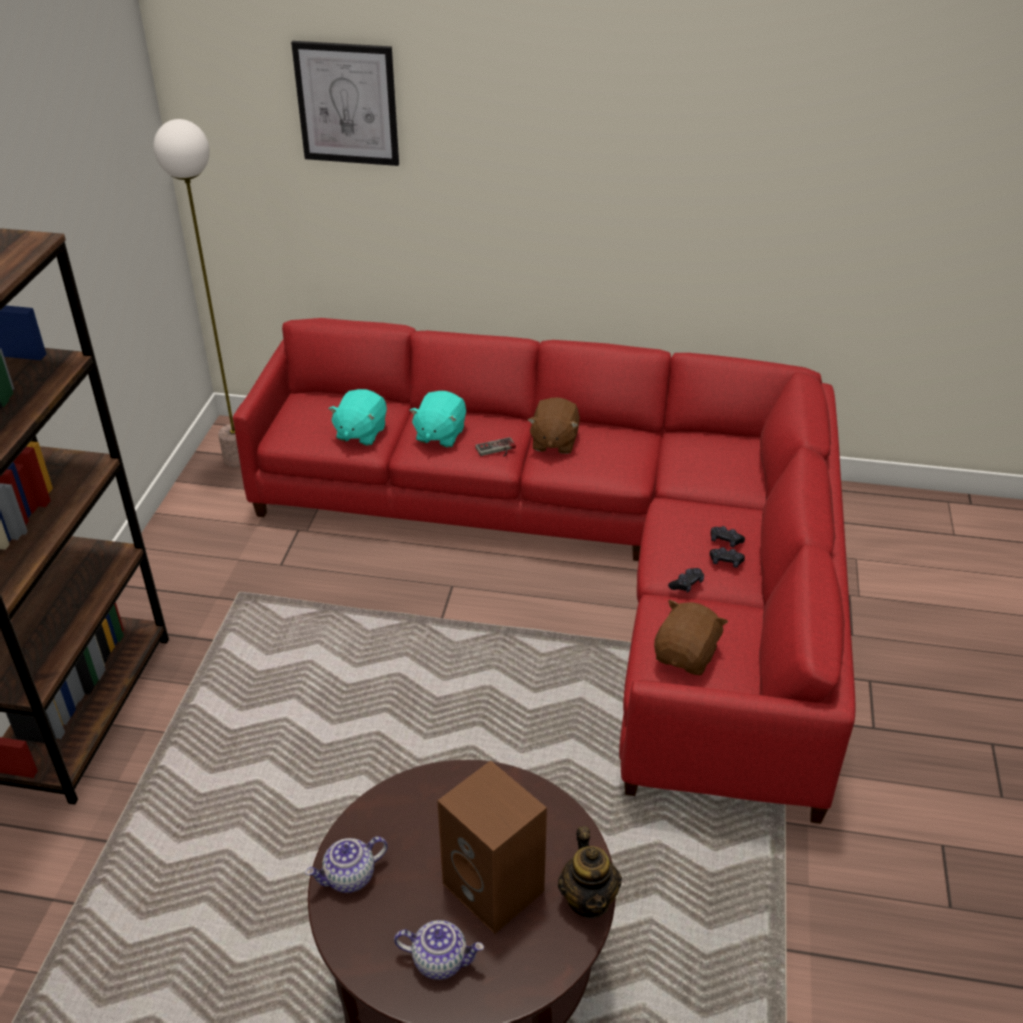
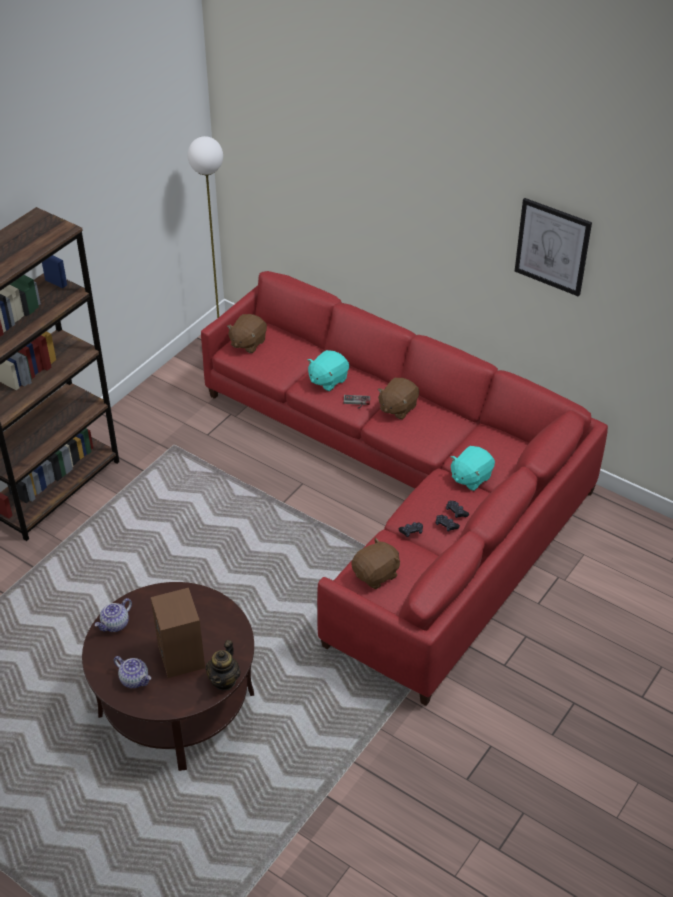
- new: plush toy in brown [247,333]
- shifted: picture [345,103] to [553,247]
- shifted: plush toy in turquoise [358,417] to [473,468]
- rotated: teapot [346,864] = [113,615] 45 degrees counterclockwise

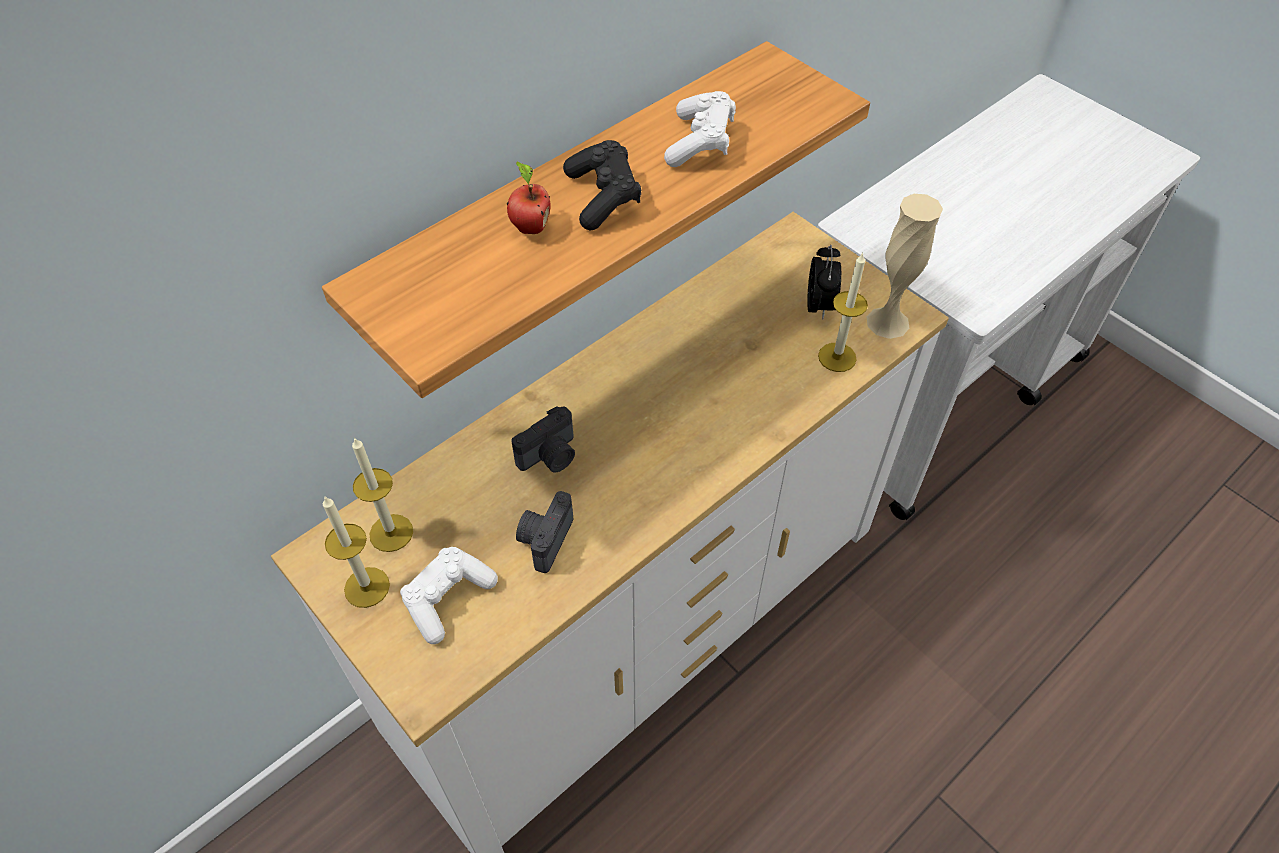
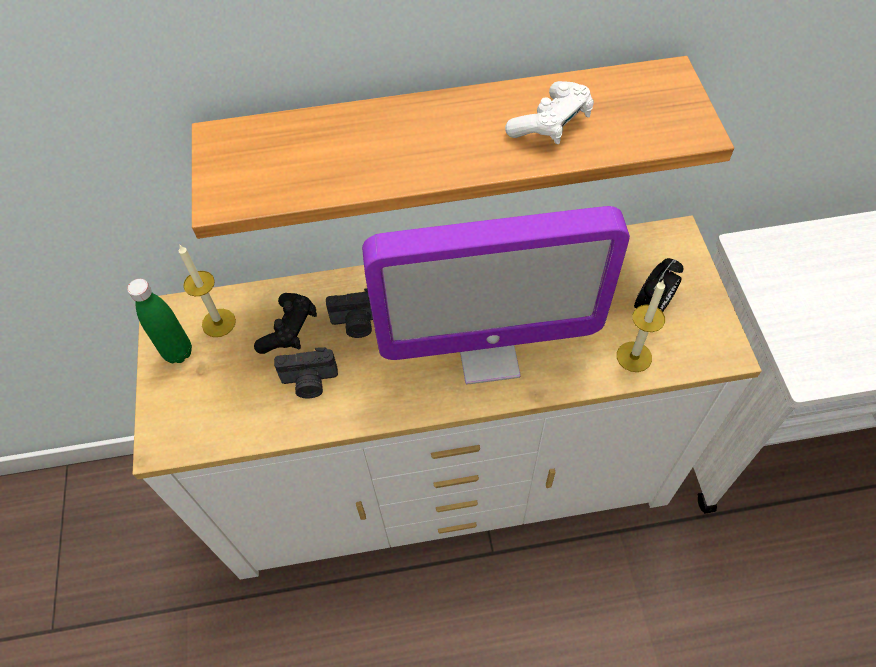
- gone: game controller in white [449,595]
- gone: apple [529,198]
- gone: vase in beige [905,266]
- new: monitor [496,295]
- shifted: game controller in black [602,185] to [285,323]
- swapped: candle [356,552] to bottle in green [159,321]
- rotated: photo camera [544,532] = [306,373] 150 degrees counterclockwise

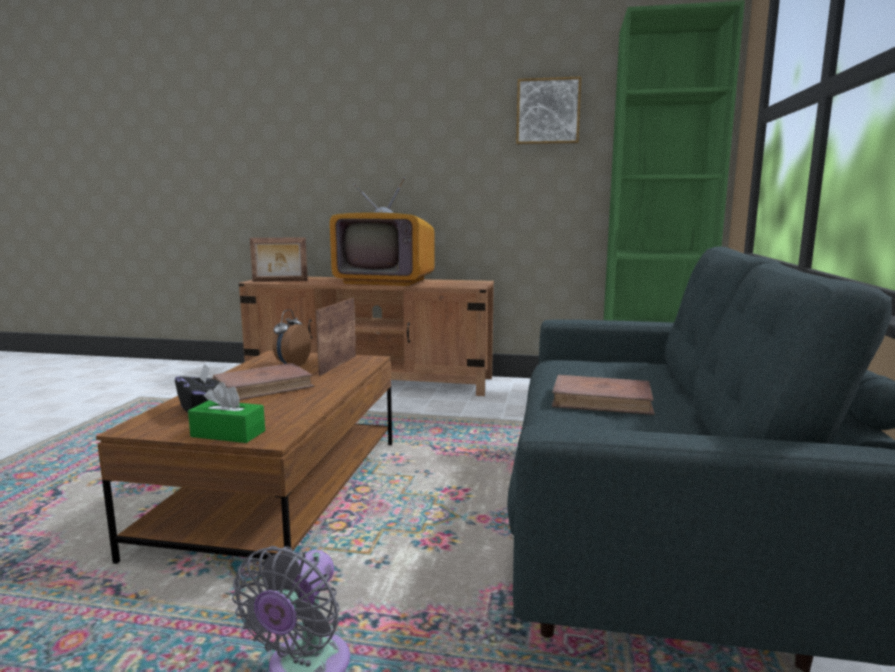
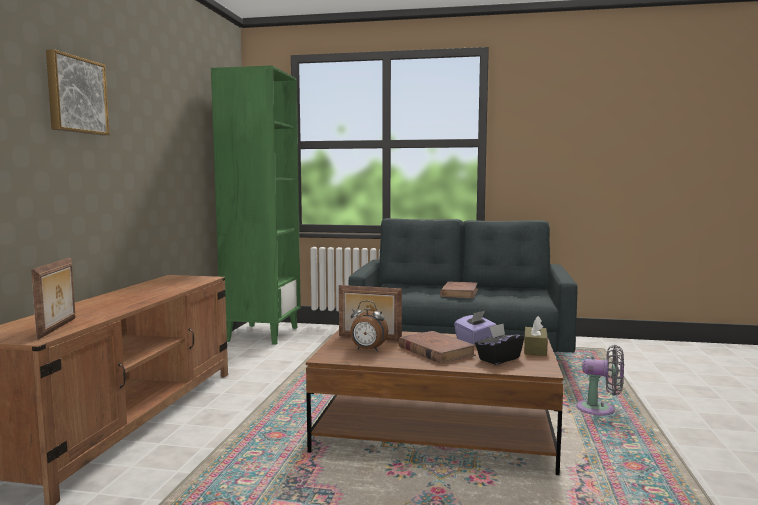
- gone: television [382,231]
- new: tissue box in purple [475,328]
- shifted: picture [548,110] to [77,92]
- repainted: tissue box in green [226,412] to tissue box in brown [536,336]

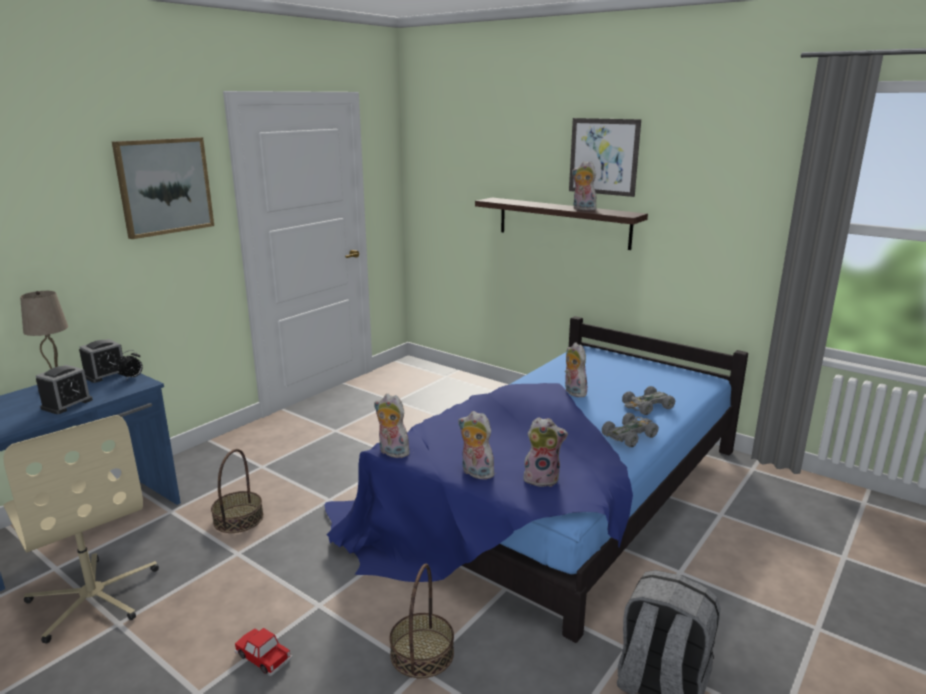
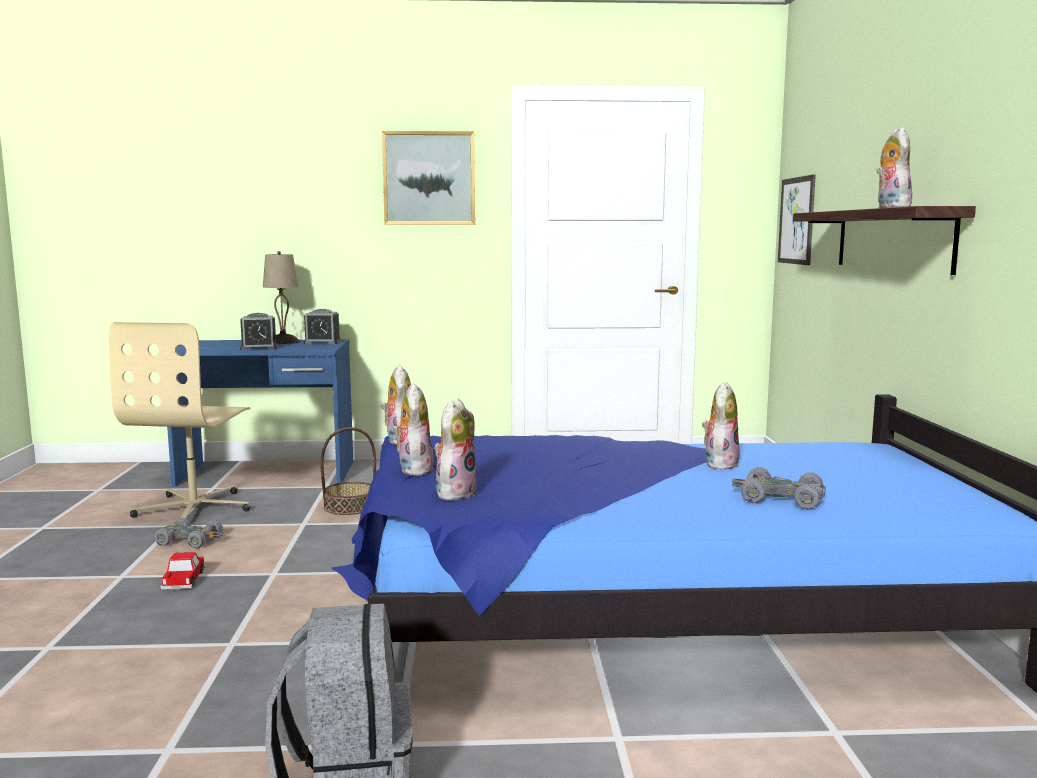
- gone: alarm clock [130,364]
- gone: basket [421,621]
- shifted: picture [605,157] to [797,220]
- shifted: toy car in grey [630,430] to [188,533]
- rotated: plush toy [545,452] = [456,450] 120 degrees counterclockwise

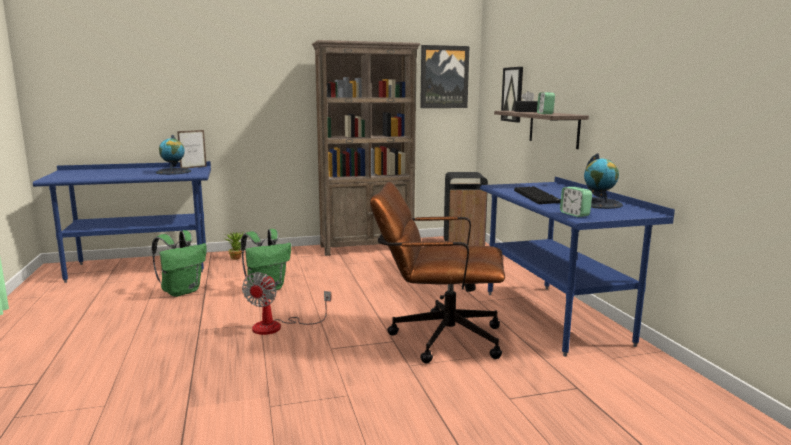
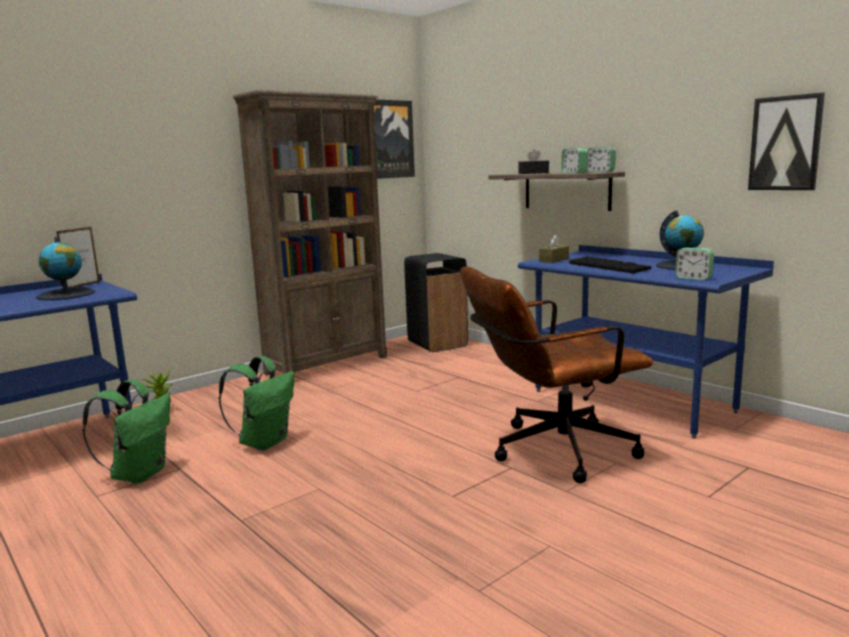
- gone: fan [286,303]
- new: tissue box in brown [554,248]
- new: alarm clock [601,160]
- shifted: picture [512,94] to [786,141]

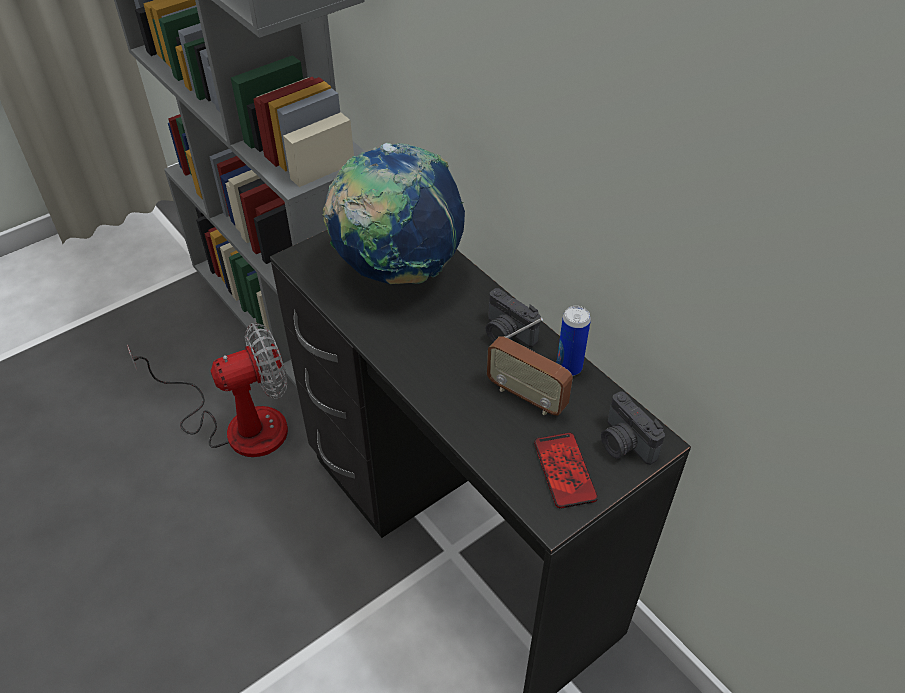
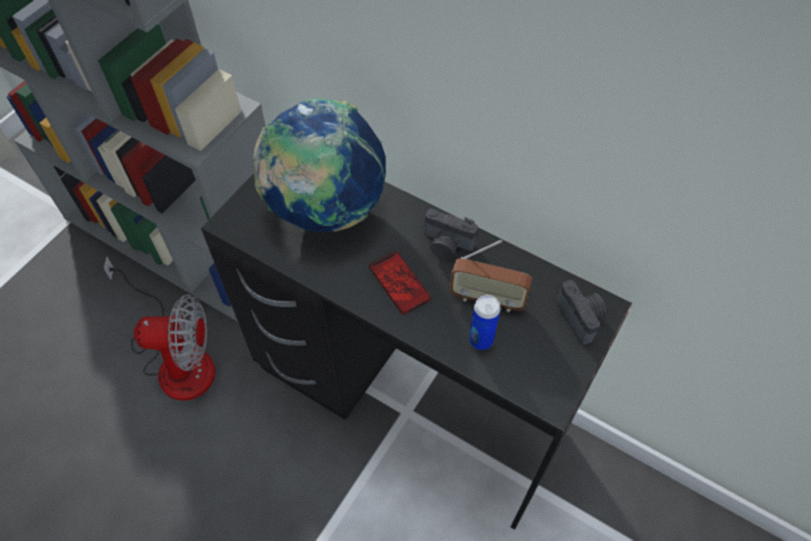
- shifted: phone [566,470] to [400,282]
- shifted: can [574,341] to [485,322]
- rotated: fan [207,390] = [159,328] 45 degrees clockwise
- rotated: photo camera [633,428] = [582,312] 150 degrees counterclockwise

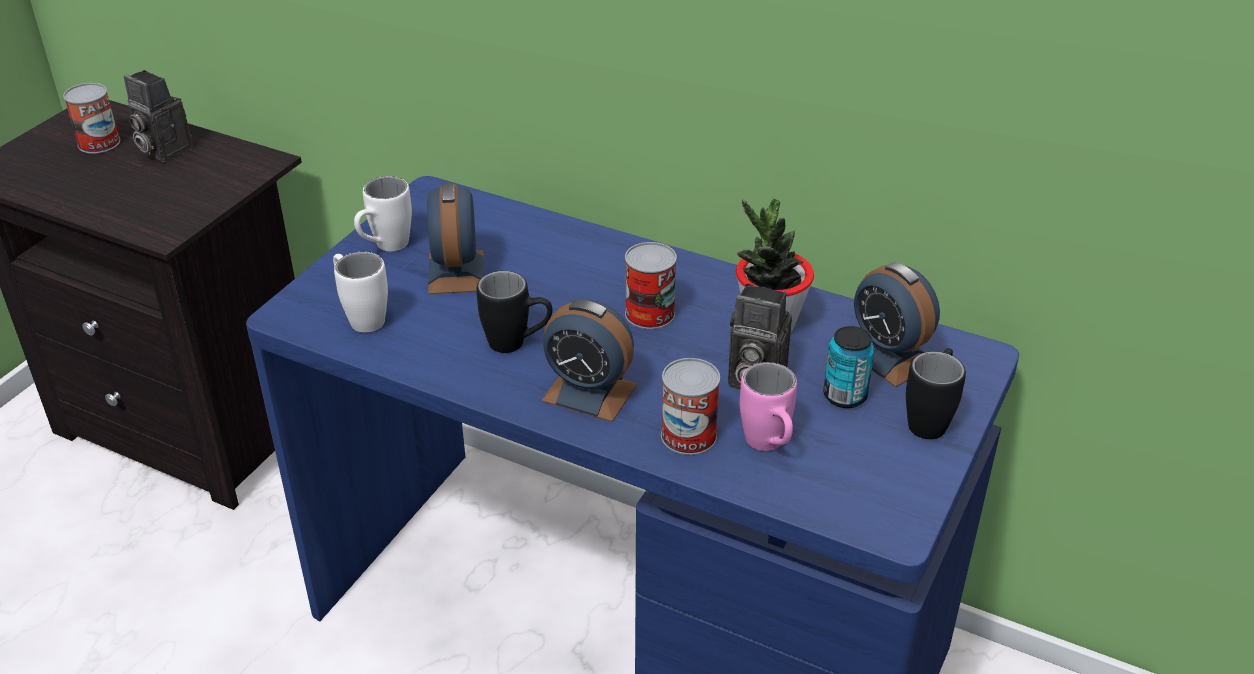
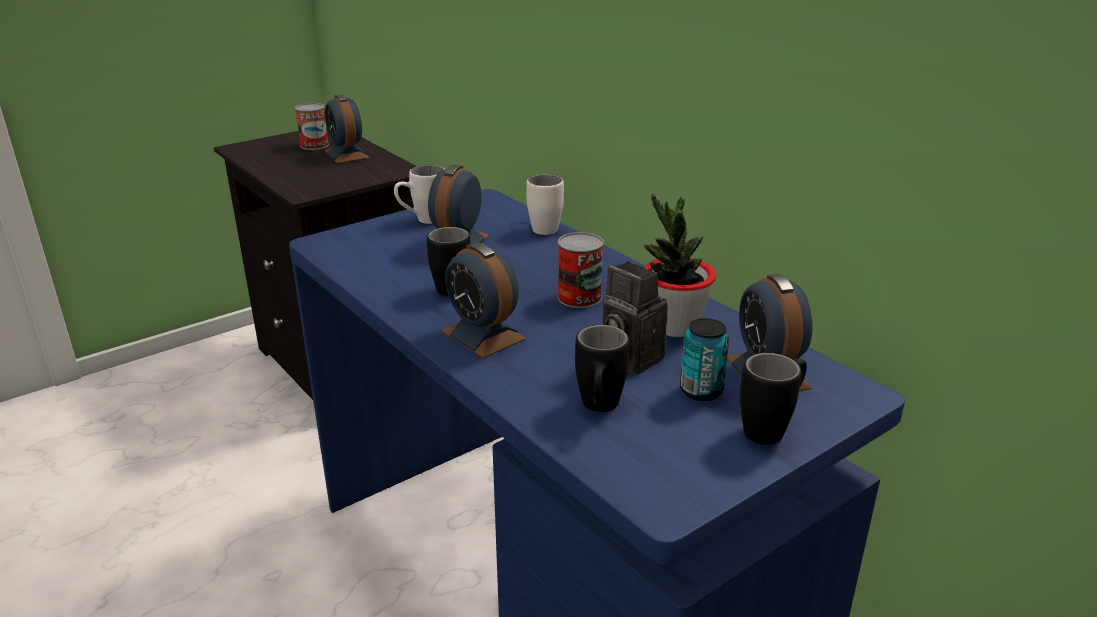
- gone: can [690,406]
- shifted: mug in white [360,292] to [545,204]
- swapped: photo camera [158,116] to alarm clock [347,128]
- repainted: mug in pink [768,406] to mug in black [602,368]

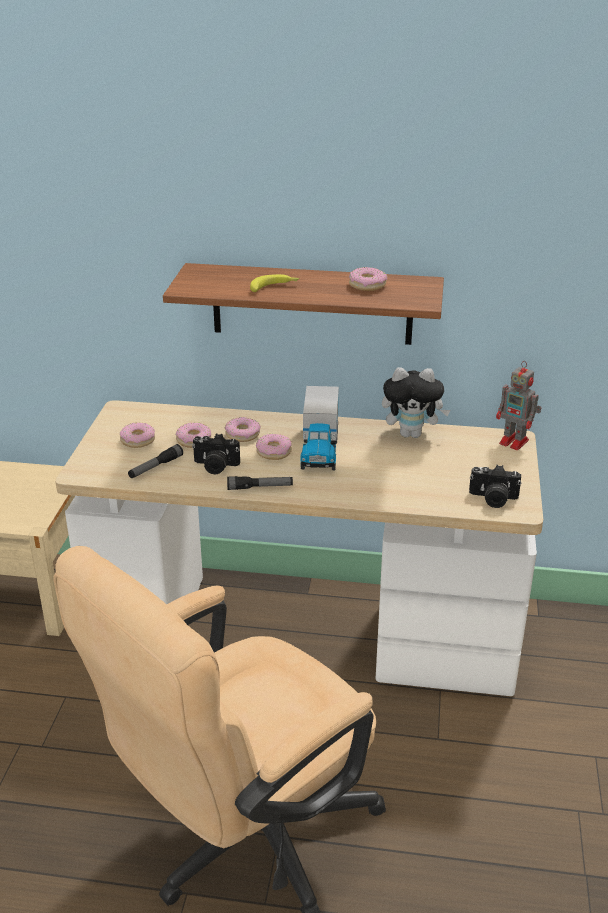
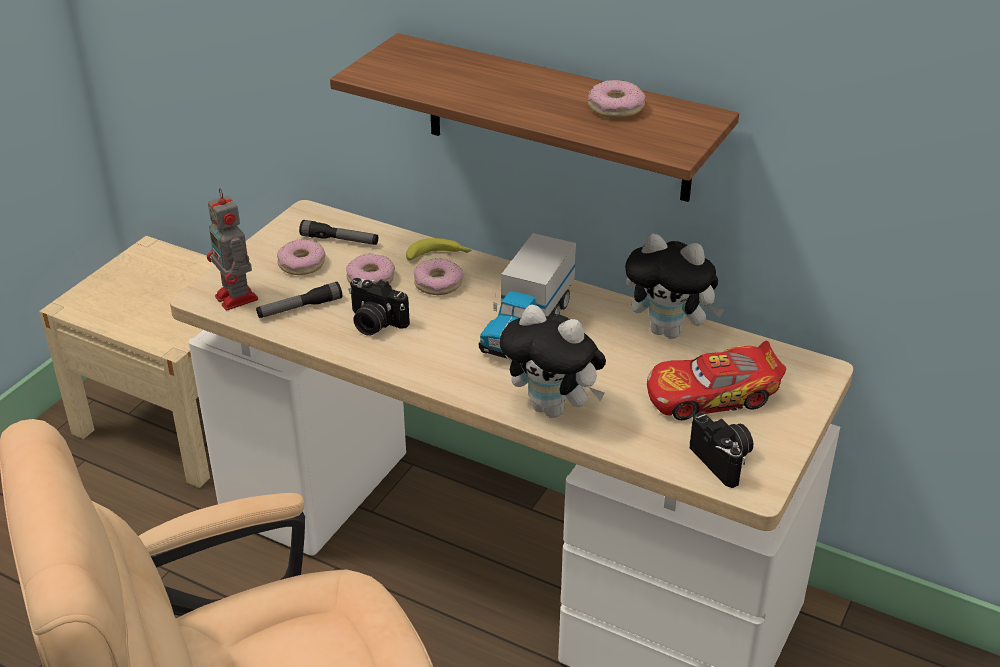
- gone: donut [274,447]
- new: plush toy [553,361]
- new: toy car [716,380]
- shifted: flashlight [260,483] to [338,232]
- shifted: banana [274,283] to [438,249]
- shifted: toy robot [518,405] to [232,249]
- rotated: photo camera [495,486] = [721,450] 150 degrees counterclockwise

